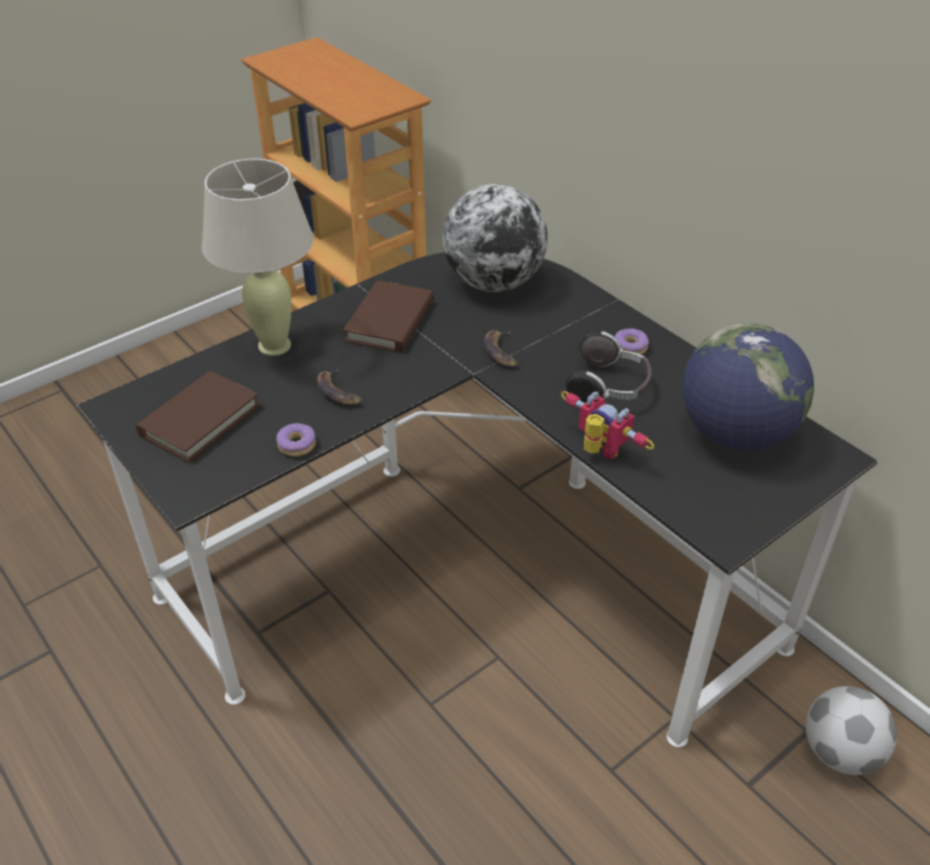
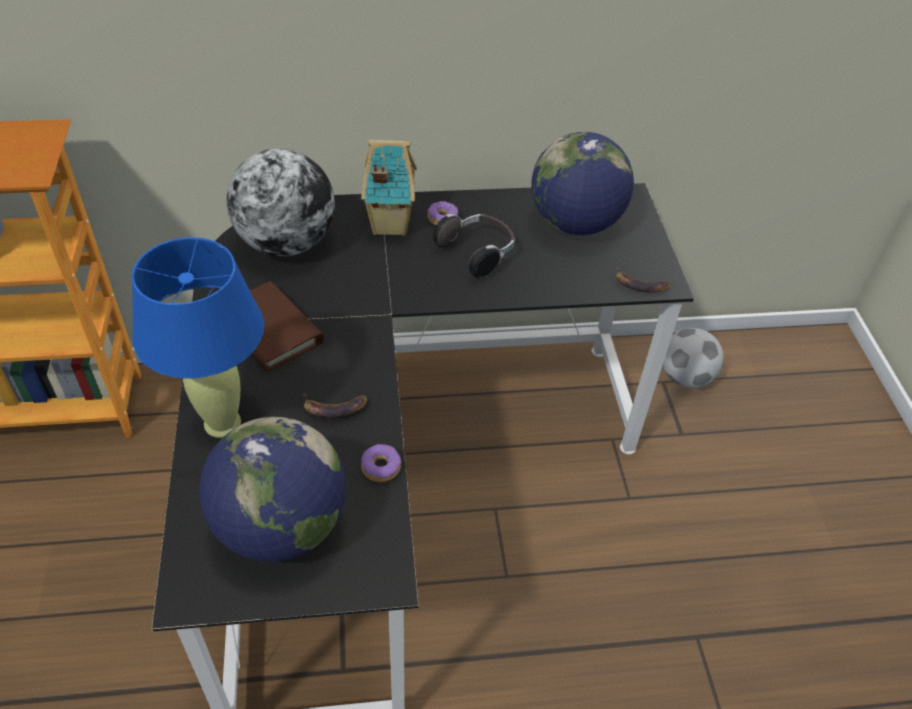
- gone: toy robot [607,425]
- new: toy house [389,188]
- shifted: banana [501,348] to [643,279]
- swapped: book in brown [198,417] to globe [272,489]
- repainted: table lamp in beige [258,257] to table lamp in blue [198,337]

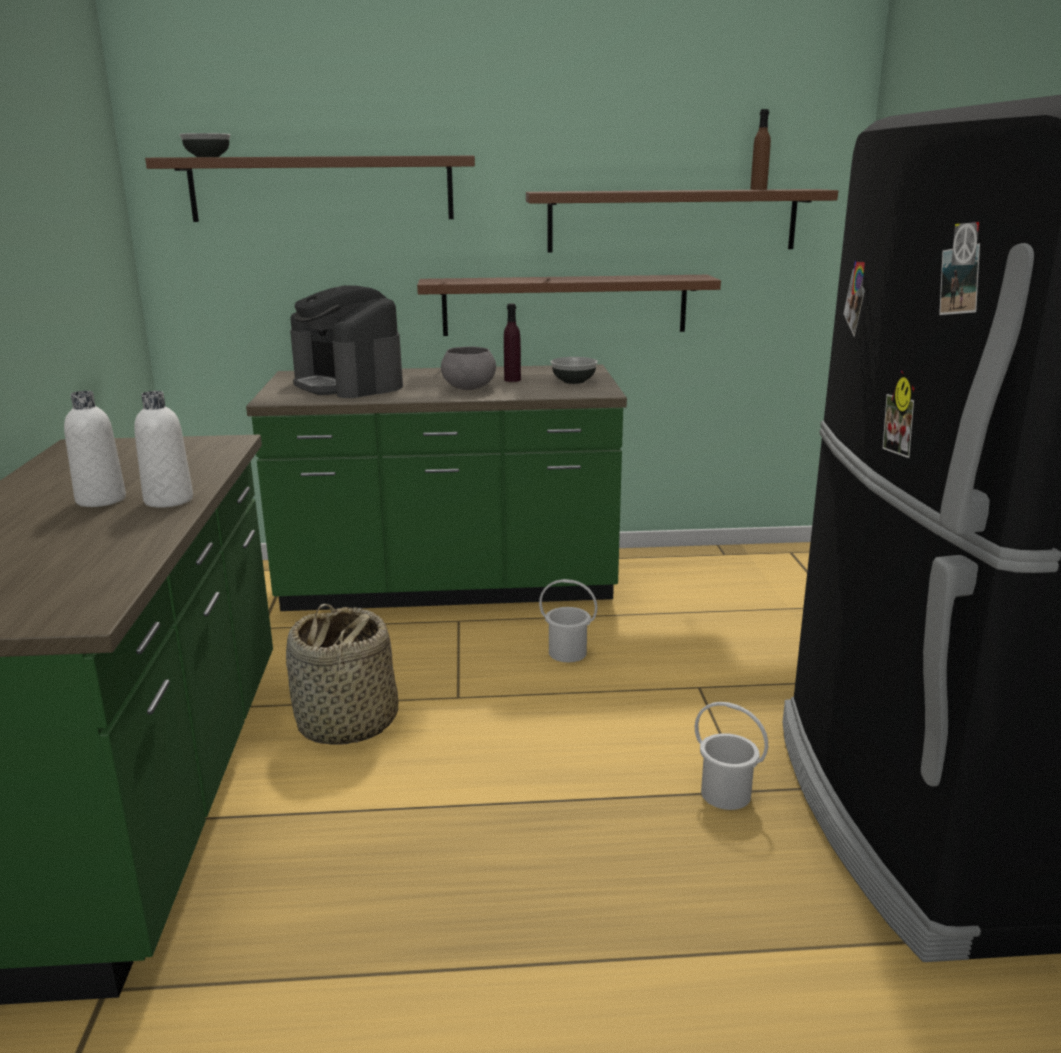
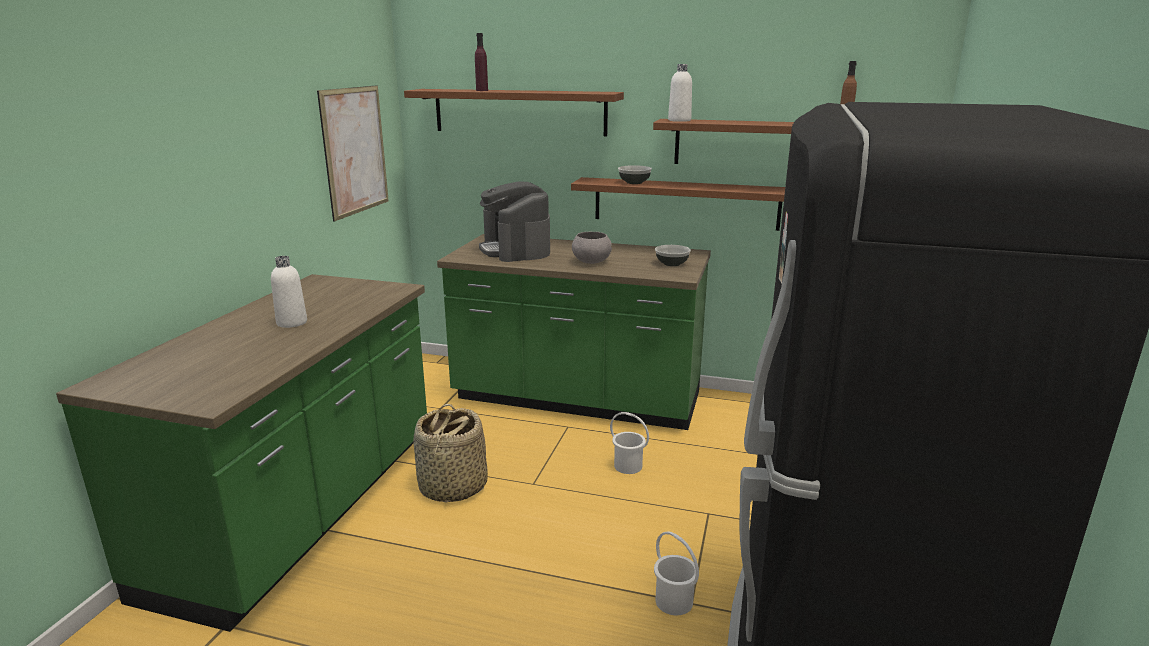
- new: picture [353,153]
- shifted: bottle in white [163,449] to [680,93]
- shifted: bowl [205,145] to [635,174]
- shifted: bottle in purple [512,343] to [481,62]

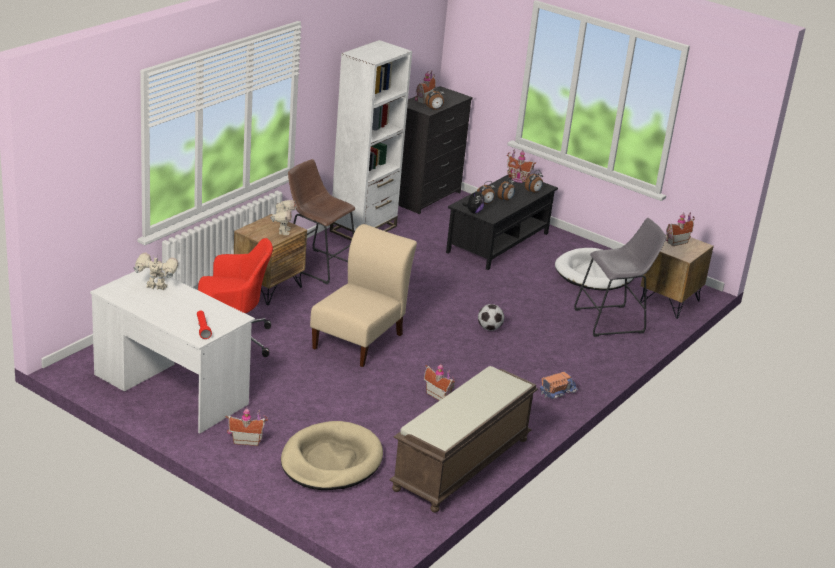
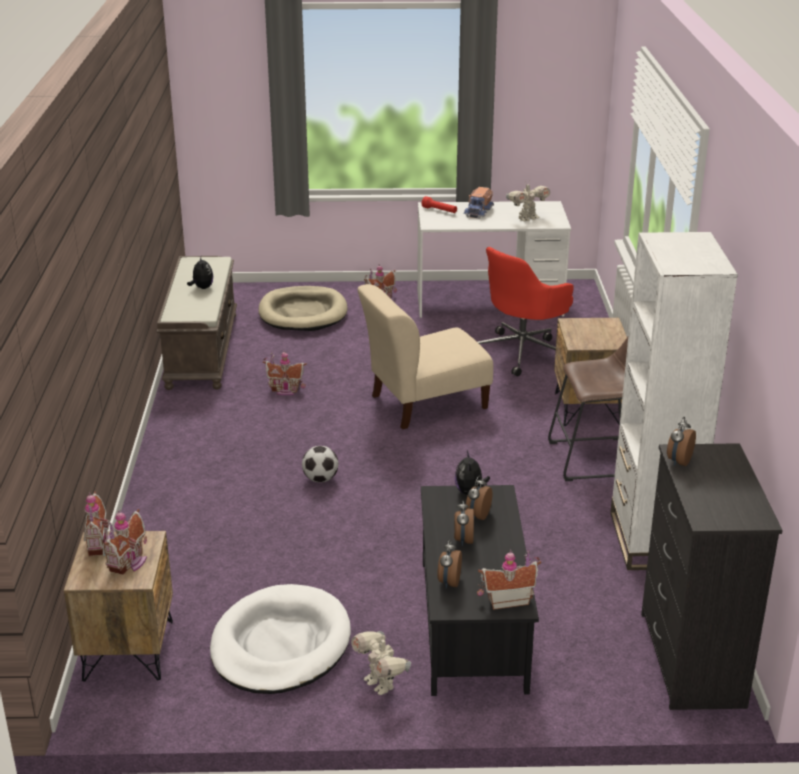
- gone: stool in grey [620,277]
- new: plush toy [200,273]
- shifted: toy robot [283,217] to [381,663]
- shifted: toy house [425,87] to [97,523]
- shifted: toy truck [559,385] to [479,203]
- rotated: chair in beige [363,295] = [425,356] 75 degrees clockwise

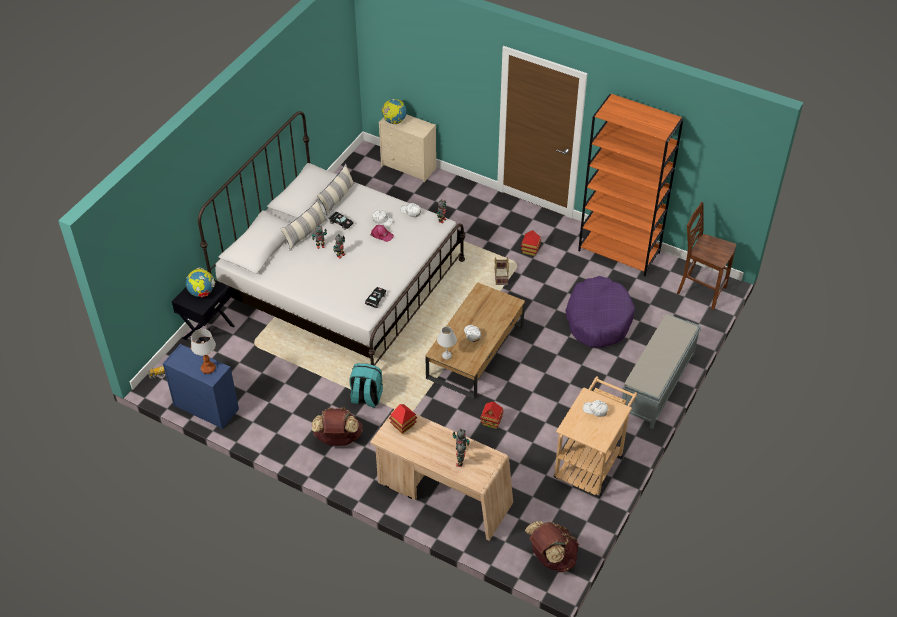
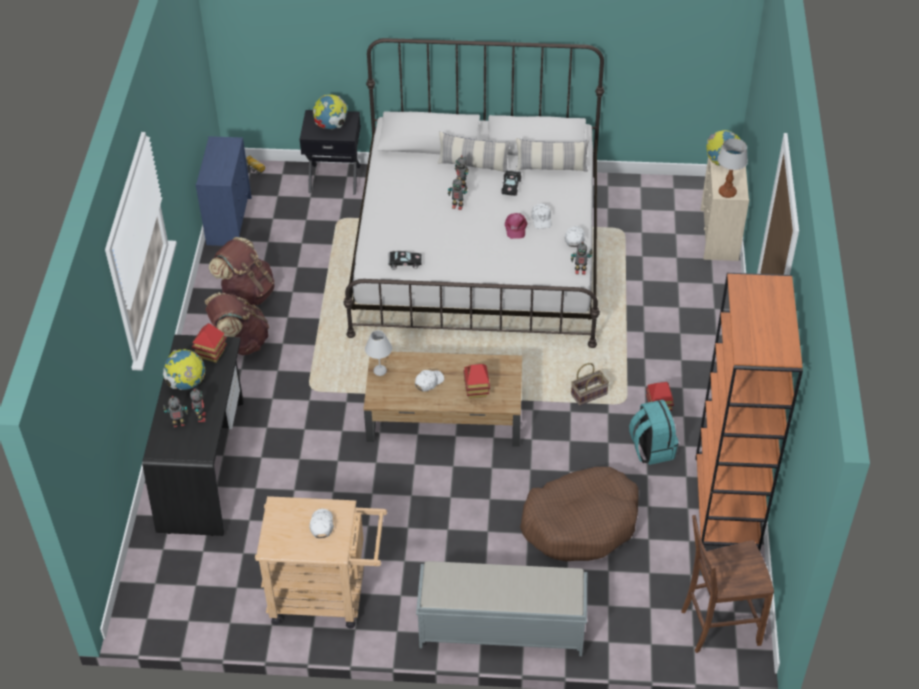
- new: globe [184,369]
- shifted: table lamp [203,351] to [733,168]
- shifted: backpack in turquoise [366,385] to [654,432]
- shifted: toy house [492,415] to [476,381]
- shifted: backpack in brown [552,546] to [241,271]
- repainted: desk in beige [441,473] to desk in black [193,435]
- repainted: dog bed in purple [600,312] to dog bed in brown [579,514]
- rotated: chair in brown [706,256] = [728,584] 105 degrees counterclockwise

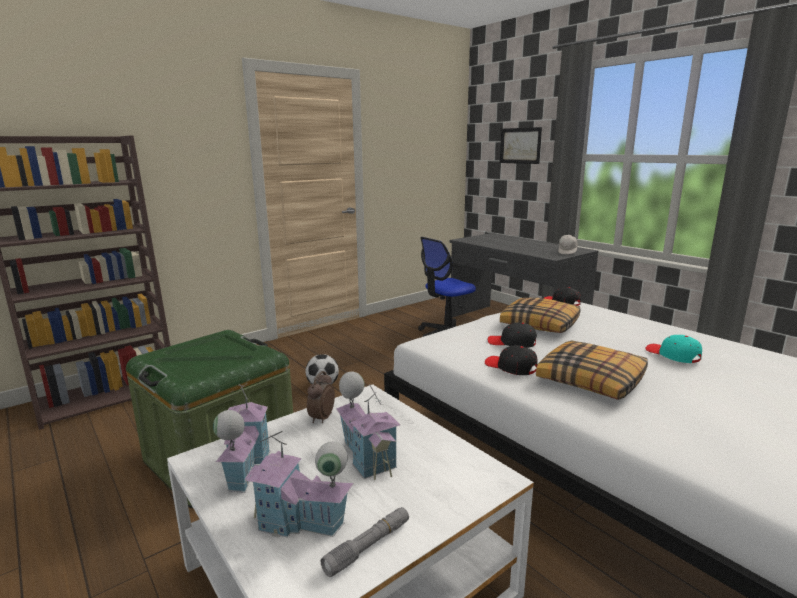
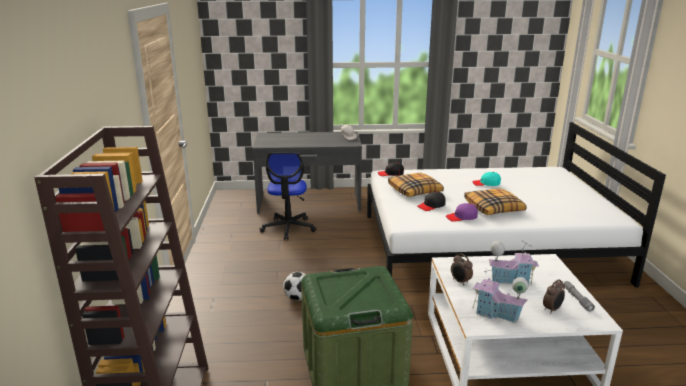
- gone: picture [521,145]
- swapped: toy house [299,484] to alarm clock [554,296]
- repainted: cap in black [511,360] to cap in purple [462,212]

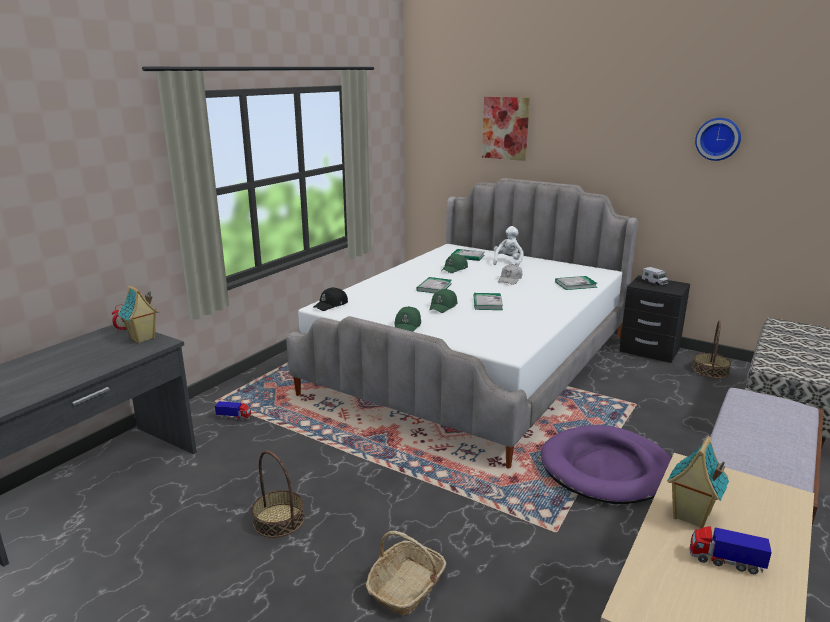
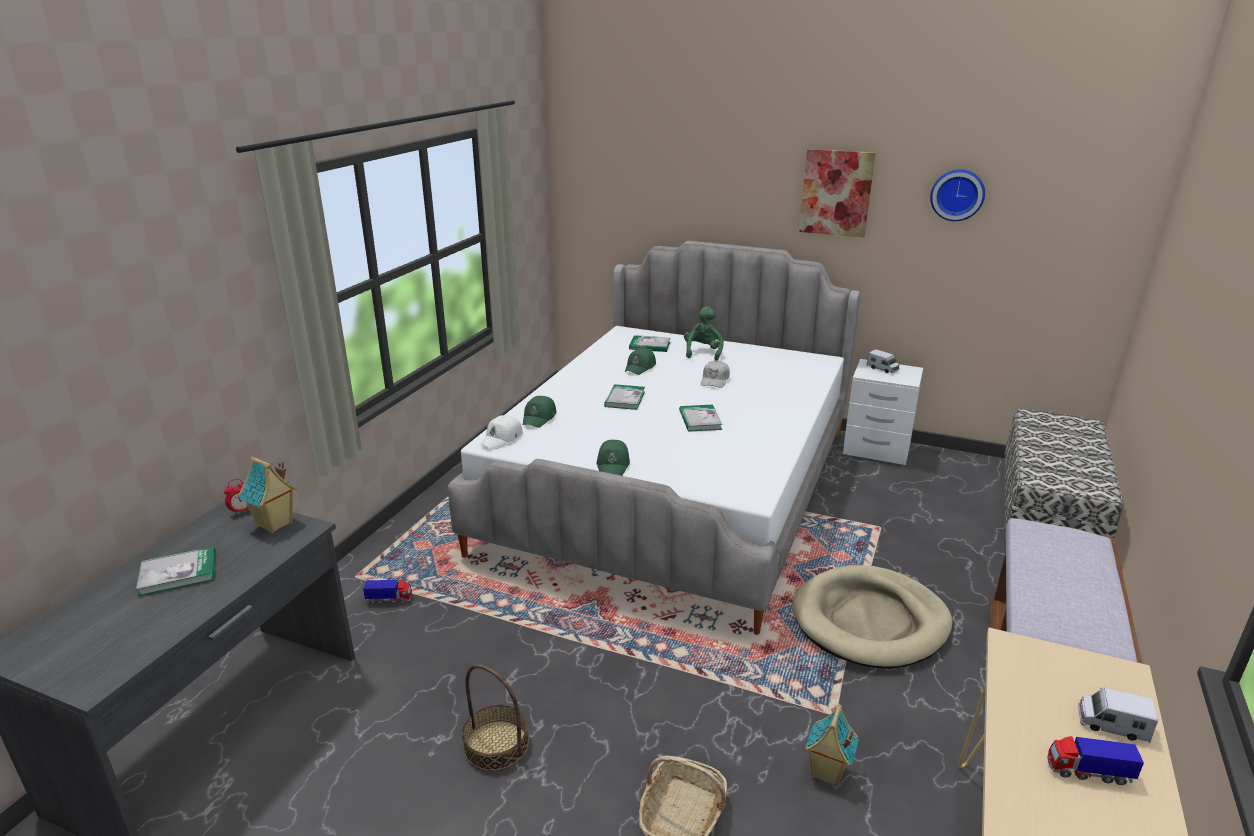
- gone: basket [711,349]
- new: toy truck [1118,715]
- shifted: cap in green [443,301] to [540,412]
- shifted: picture [506,129] to [837,193]
- shifted: book [576,283] to [176,571]
- shifted: toy house [698,482] to [832,745]
- repainted: cap in black [330,299] to cap in white [502,432]
- repainted: plush toy in white [508,246] to plush toy in green [704,333]
- repainted: dog bed in purple [606,464] to dog bed in beige [872,617]
- repainted: nightstand in black [655,319] to nightstand in white [883,412]

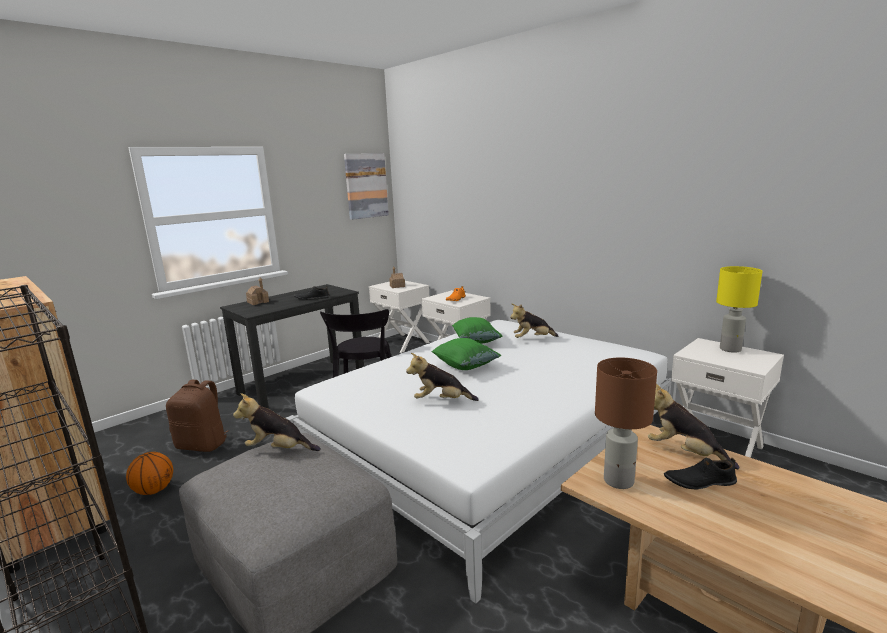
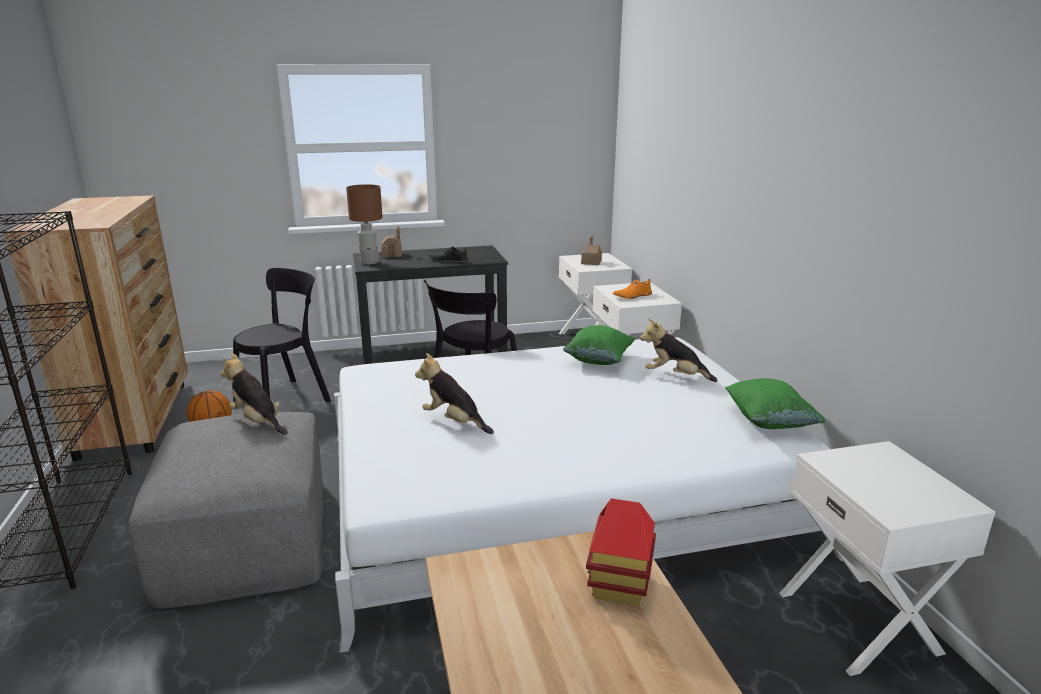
- gone: picture [366,186]
- gone: shoe in black [700,473]
- gone: table lamp in yellow [739,309]
- shifted: pillow in green [466,354] to [775,403]
- shifted: table lamp in brown [626,423] to [364,224]
- swapped: backpack in brown [197,416] to chair in black [282,335]
- swapped: plush toy [693,426] to toy house [621,552]

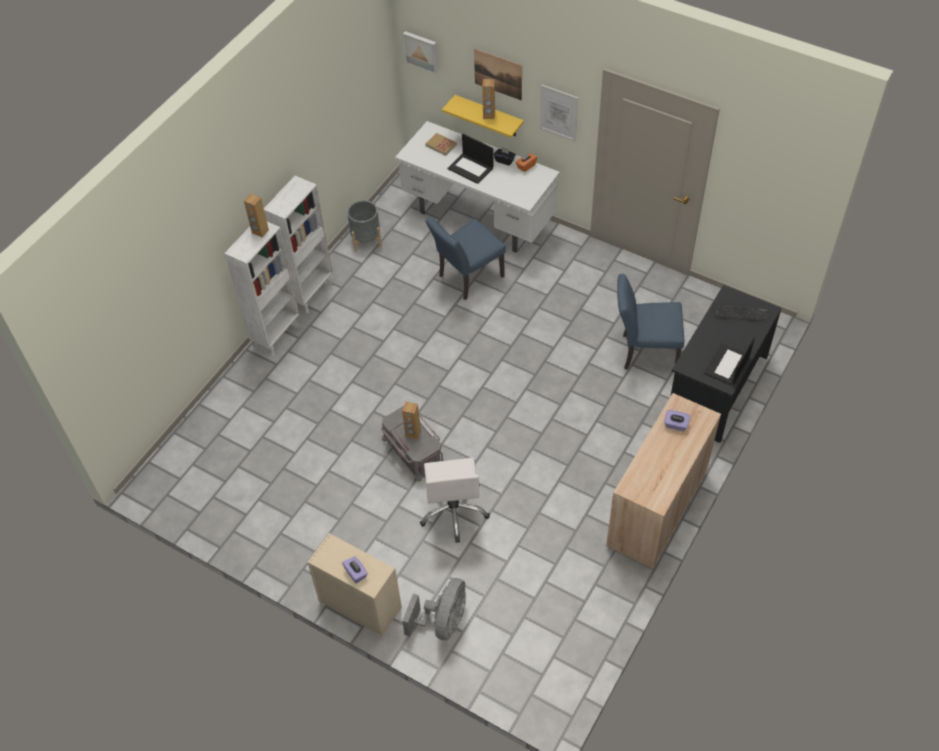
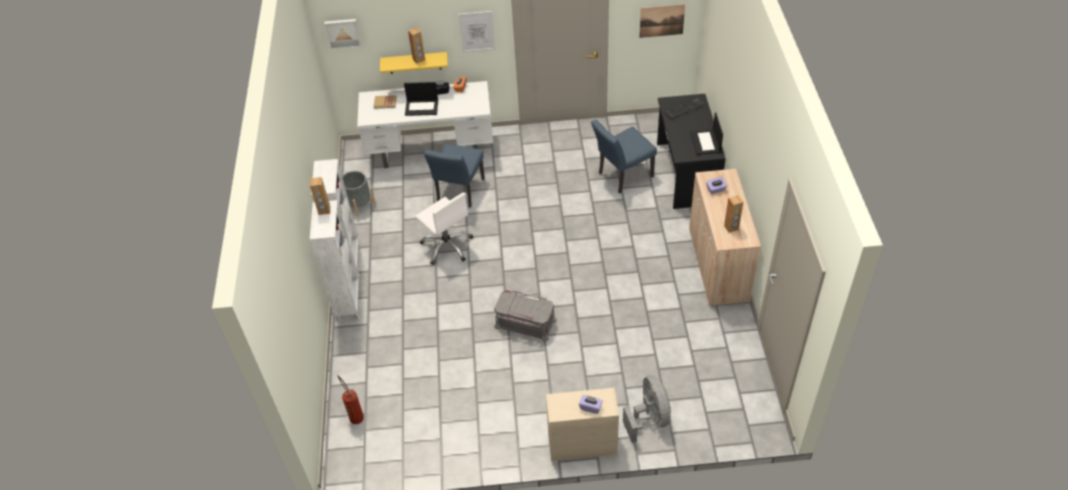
- new: fire extinguisher [350,399]
- shifted: speaker in brown [411,420] to [733,214]
- shifted: office chair in white [455,500] to [444,228]
- shifted: picture [498,74] to [662,21]

